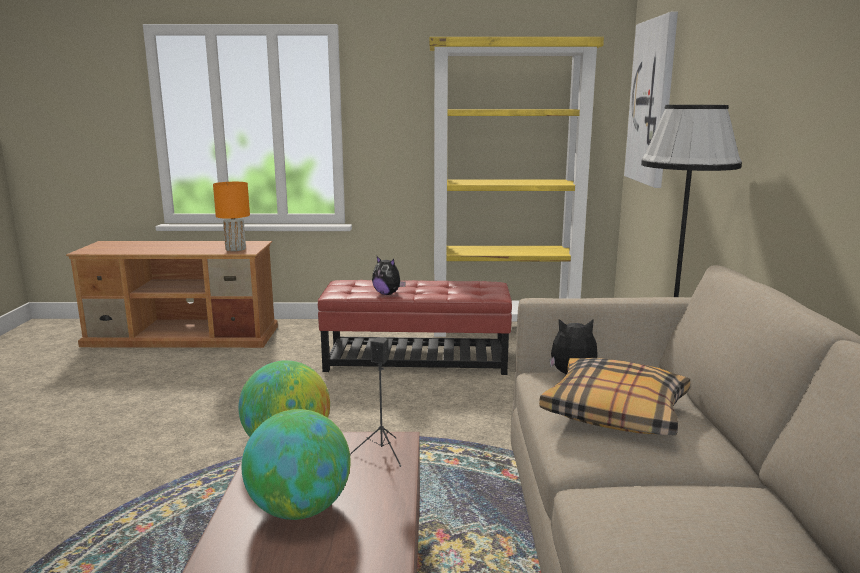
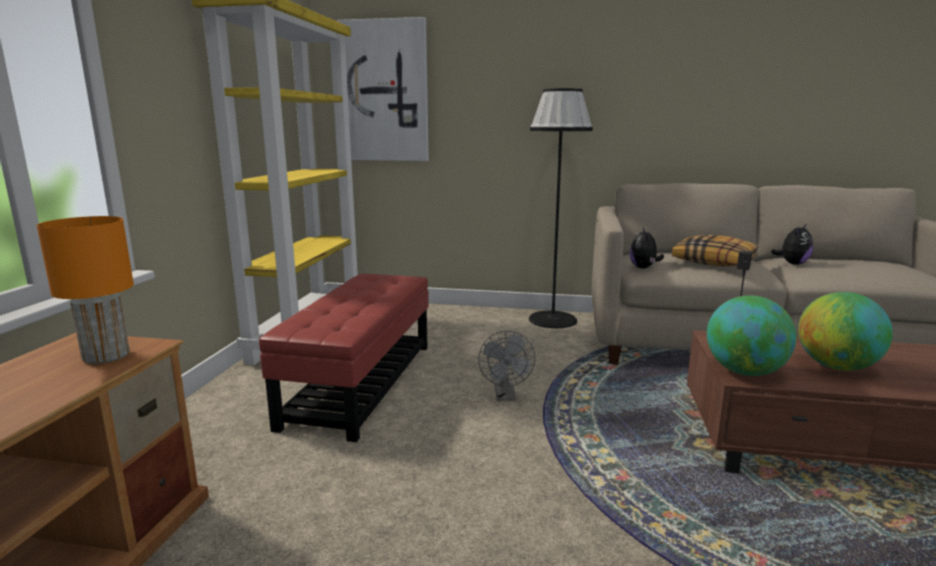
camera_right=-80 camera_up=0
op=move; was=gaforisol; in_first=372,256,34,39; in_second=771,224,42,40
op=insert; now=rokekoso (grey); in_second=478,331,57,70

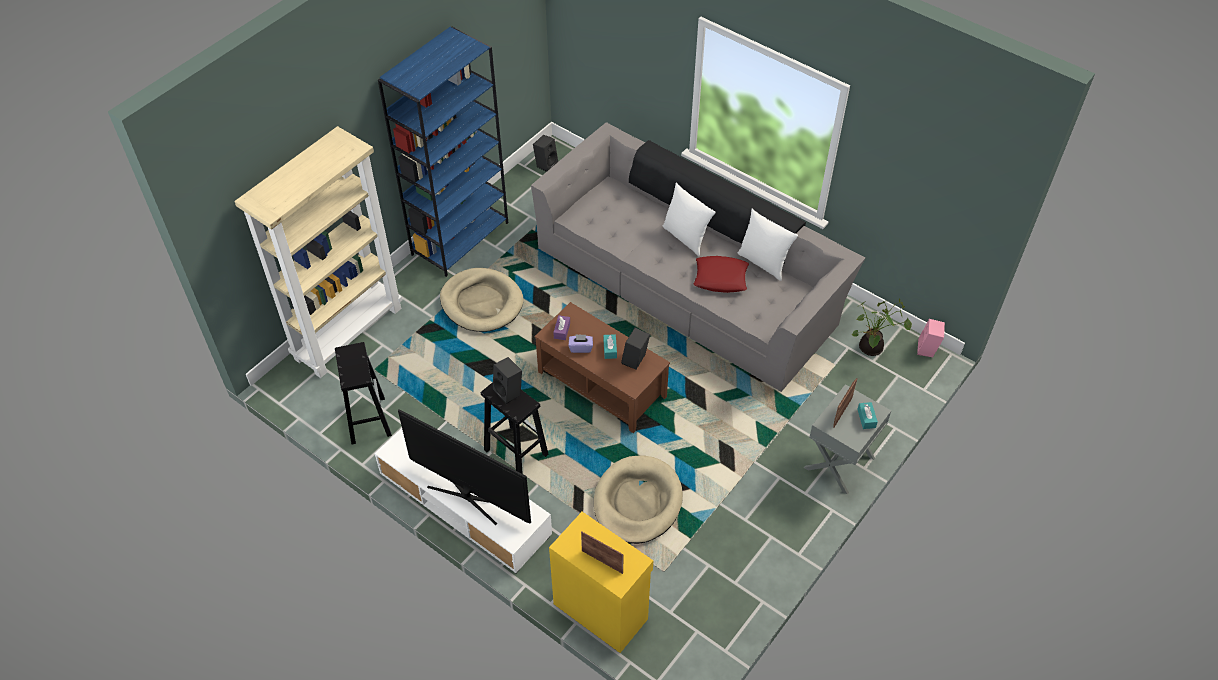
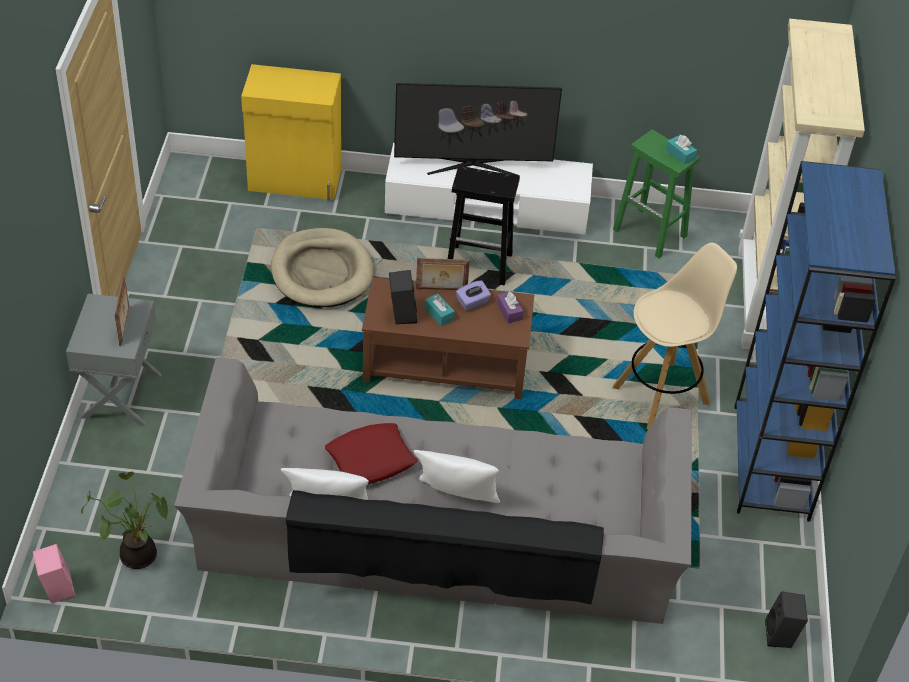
camera_right=145 camera_up=-5
op=recolor; was=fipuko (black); now=fipuko (green); in_first=335,342,57,102; in_second=613,130,87,128
op=replace; was=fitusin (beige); now=fipuko (beige); in_first=440,268,83,64; in_second=613,242,124,187
op=delete; was=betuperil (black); in_first=493,357,29,47
op=move; was=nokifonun; in_first=581,531,43,43; in_second=416,258,54,32
op=move; was=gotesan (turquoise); in_first=857,402,21,27; in_second=666,135,31,30

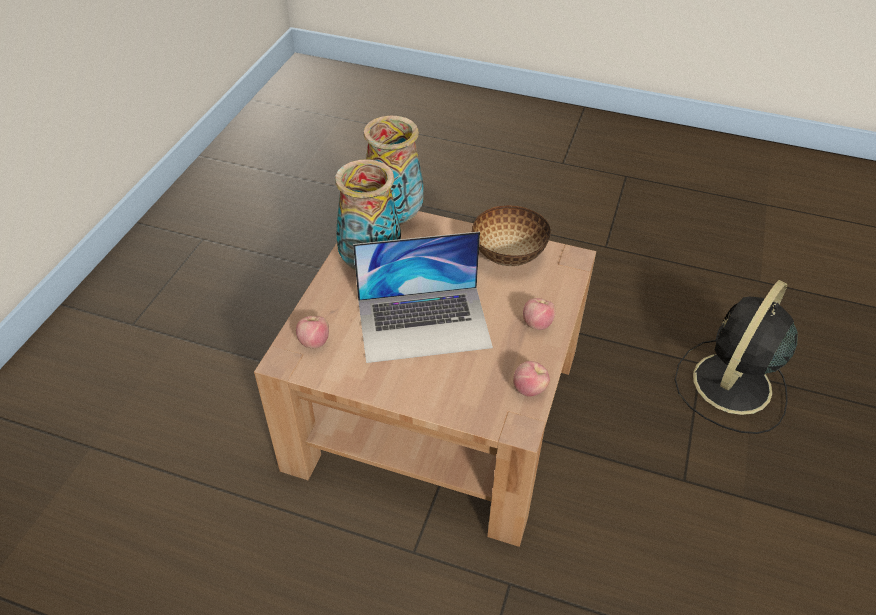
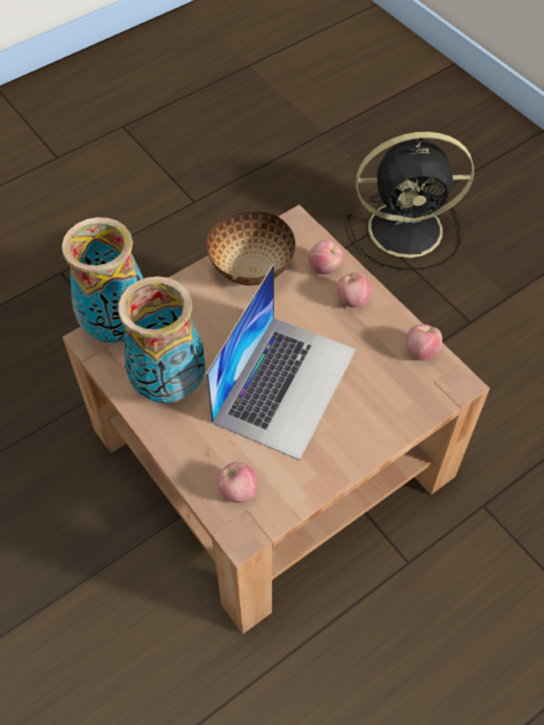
camera_right=-55 camera_up=10
op=rotate; was=rokekoso (black); in_first=674,280,124,154; in_second=347,132,127,138; clockwise=-75
op=insert; now=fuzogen; in_second=308,240,35,34

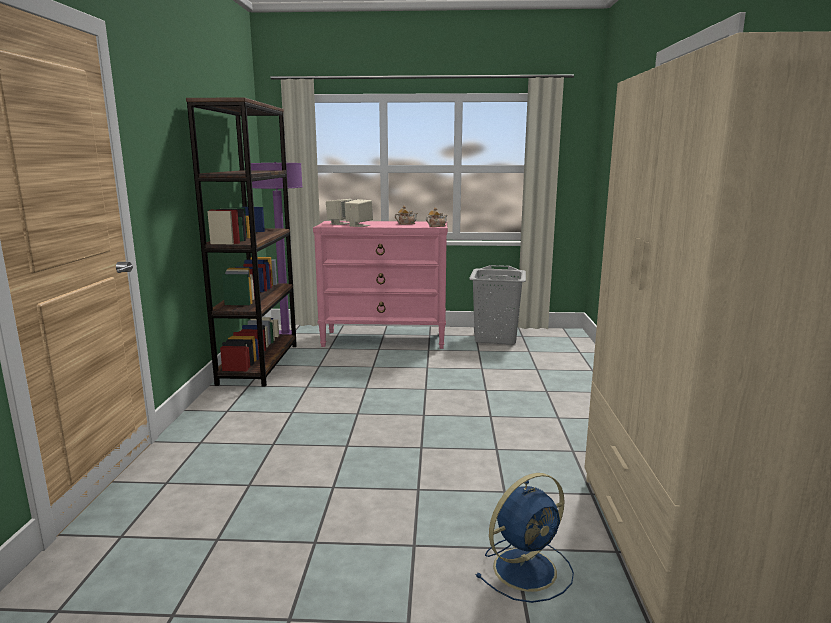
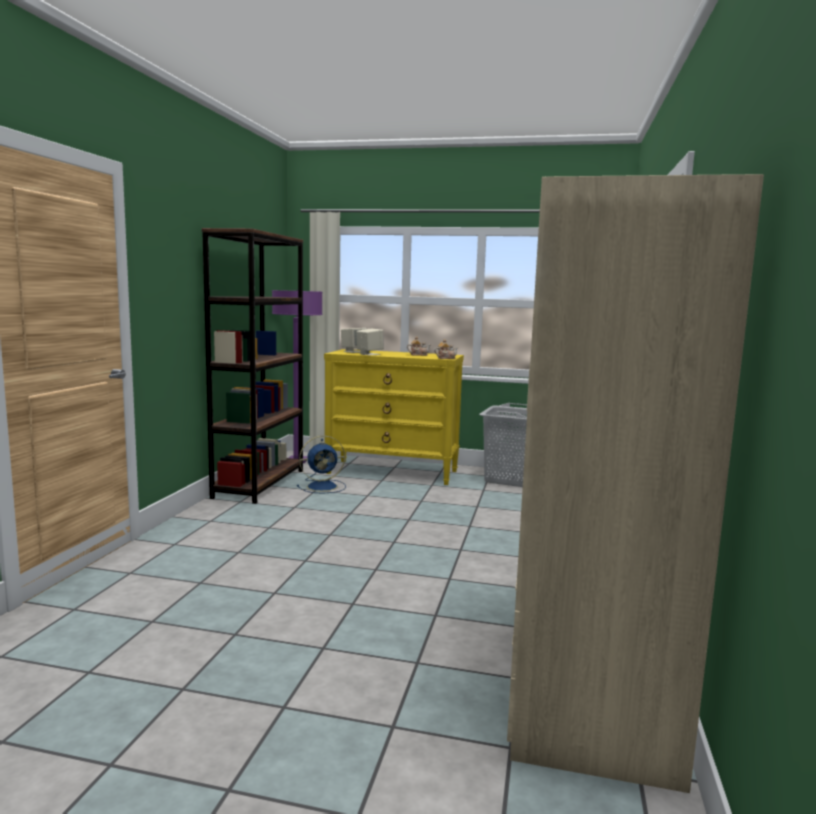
camera_right=10 camera_up=-5
op=recolor; was=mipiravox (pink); now=mipiravox (yellow); in_first=313,221,135,128; in_second=324,349,140,136
op=move; was=rokekoso (blue); in_first=476,473,98,130; in_second=297,436,49,57

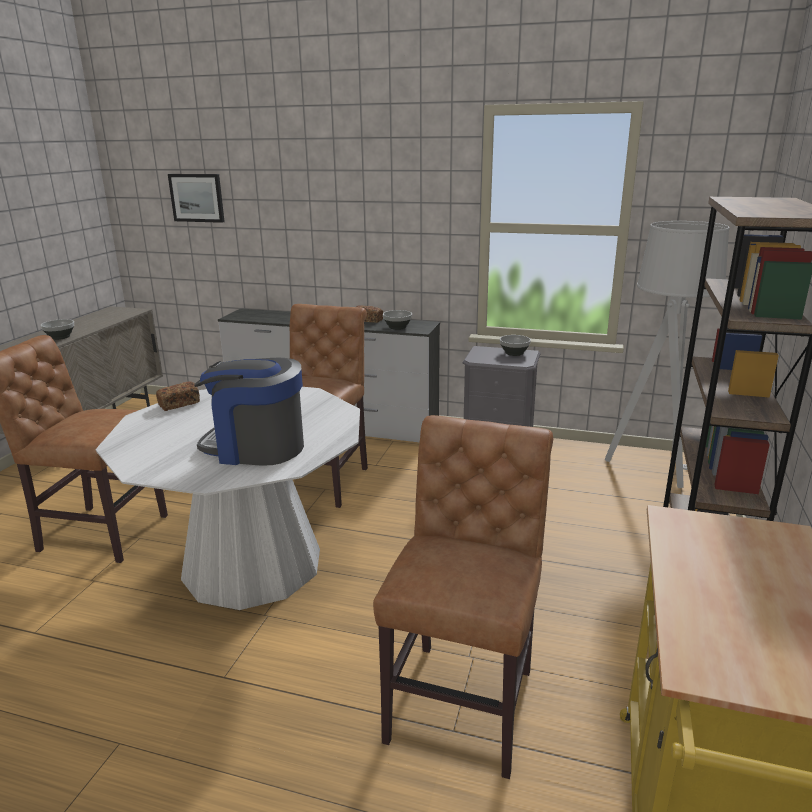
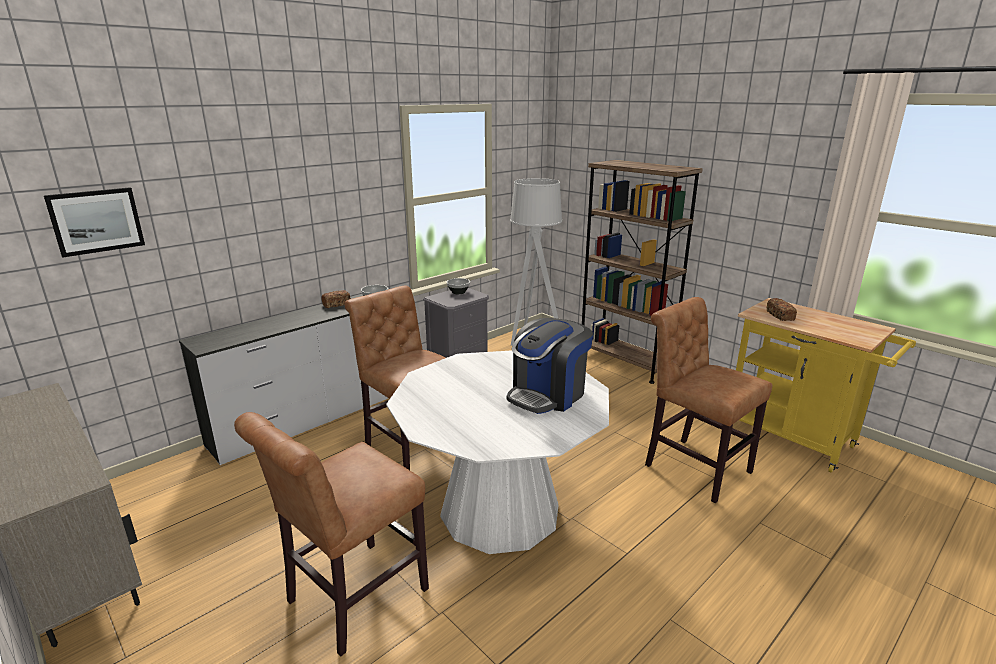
camera_right=-60 camera_up=0
op=delete; was=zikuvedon; in_first=40,319,34,21
op=move; was=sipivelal; in_first=156,381,44,30; in_second=766,298,31,23

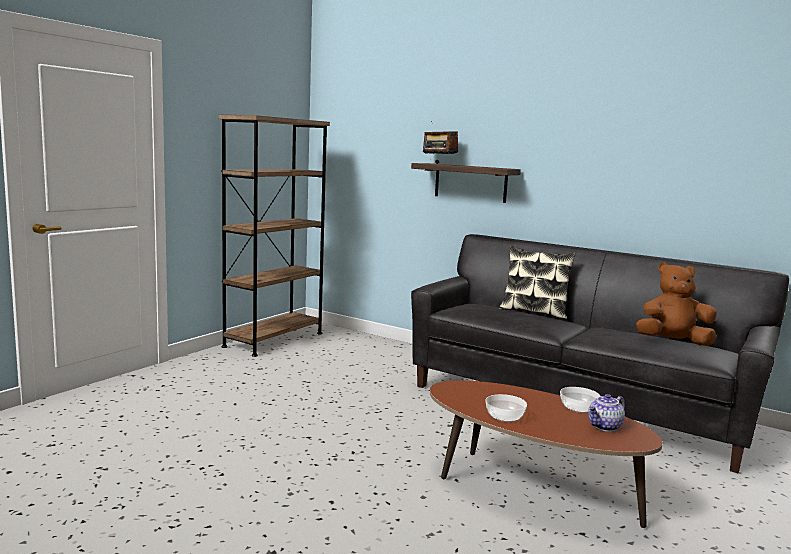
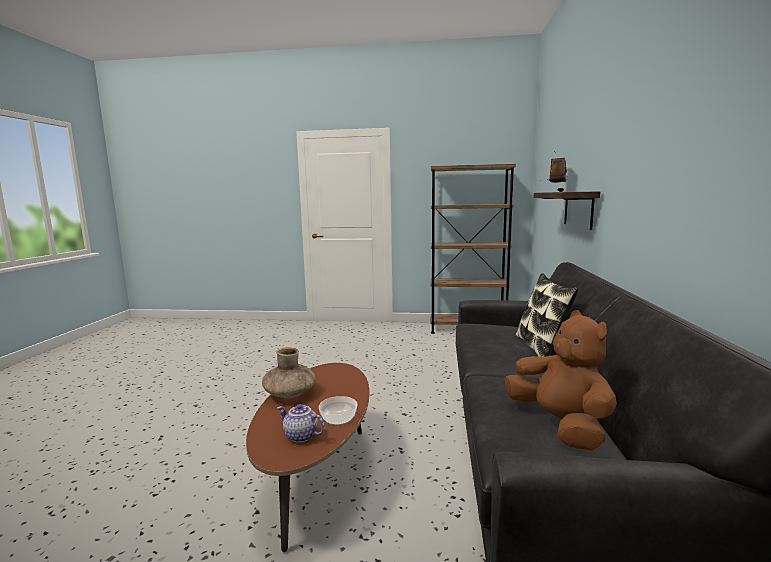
camera_right=65 camera_up=0
op=replace; was=zikuvedon; now=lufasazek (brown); in_first=485,394,42,28; in_second=262,347,54,51

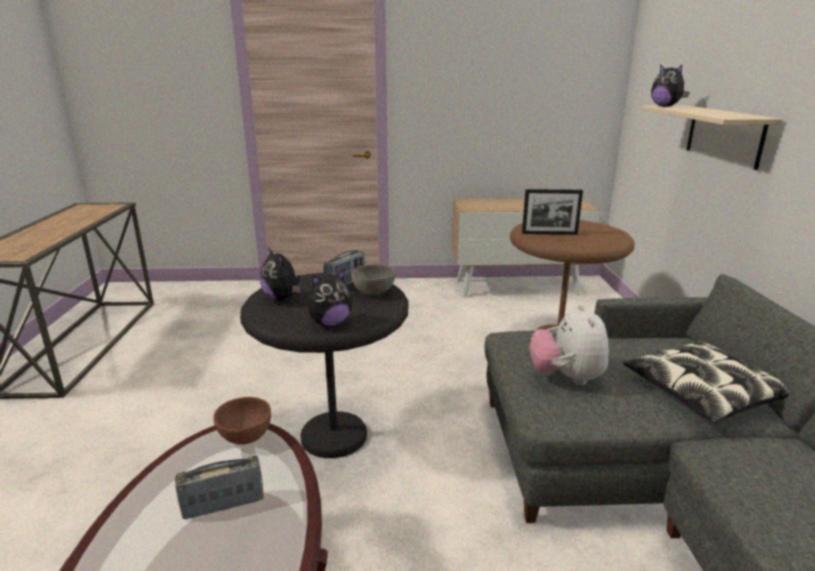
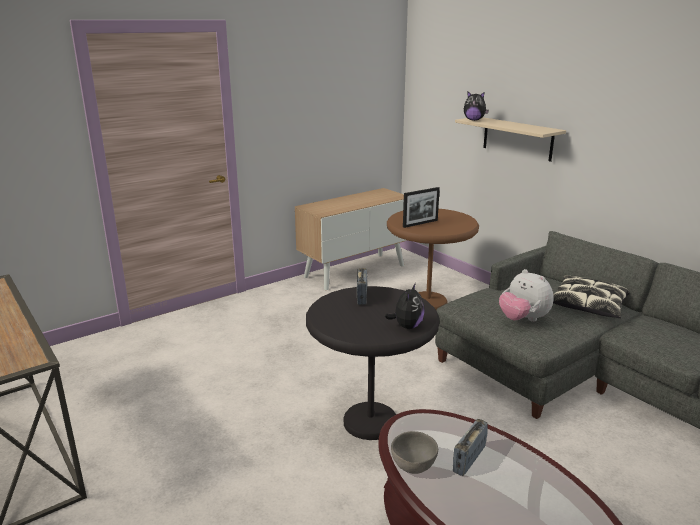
camera_right=-35 camera_up=0
op=delete; was=zikuvedon (brown); in_first=213,397,58,48
op=delete; was=gaforisol; in_first=260,247,40,54
op=move; was=zikuvedon (grey); in_first=351,264,44,31; in_second=391,431,47,43

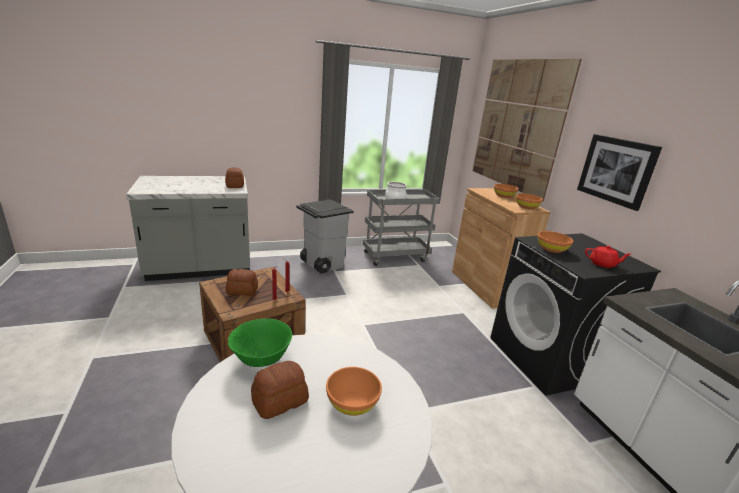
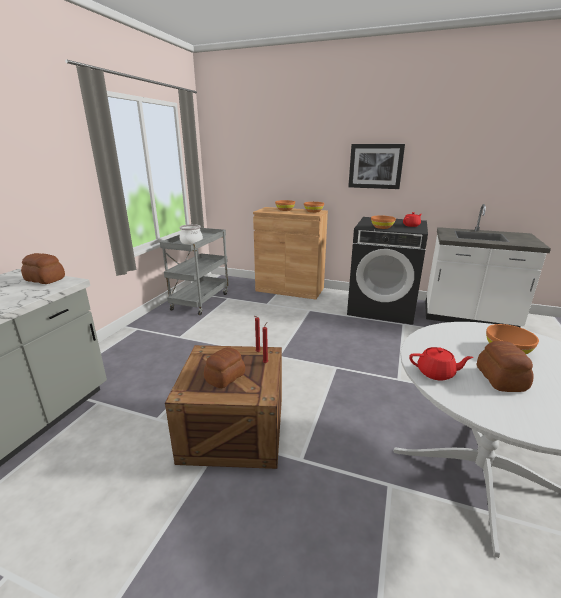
camera_right=-50 camera_up=0
op=replace; was=zikuvedon (green); now=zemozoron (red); in_first=228,318,64,49; in_second=409,347,64,34
op=delete; was=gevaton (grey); in_first=296,200,57,74
op=delete; was=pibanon; in_first=473,59,109,142

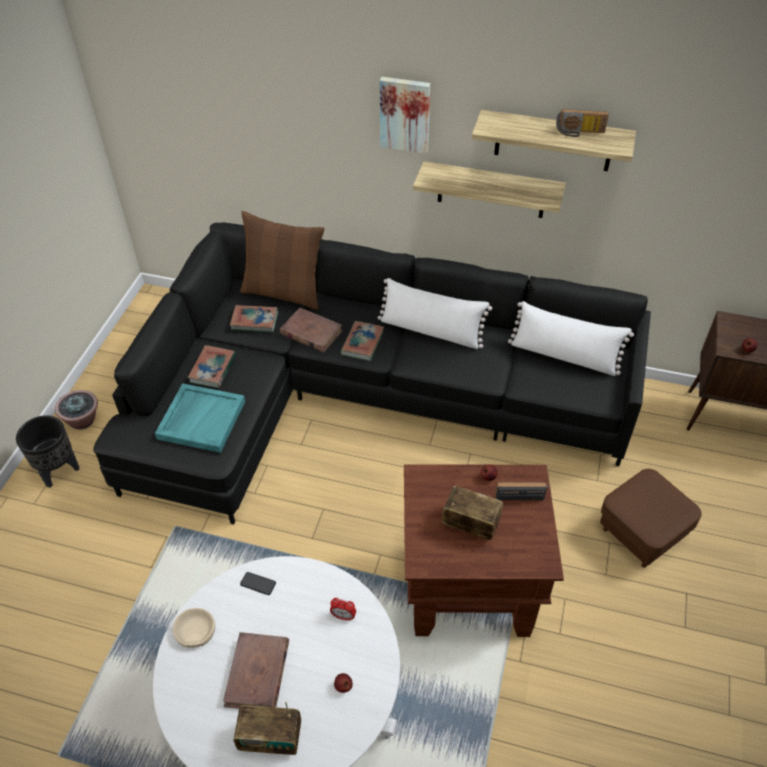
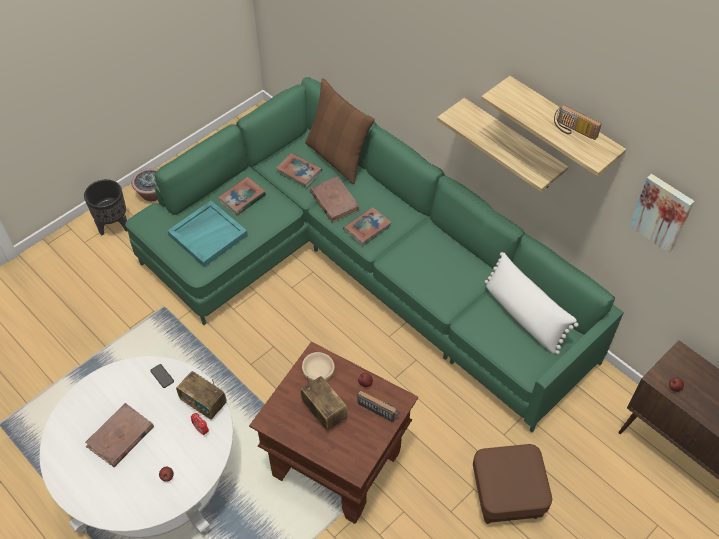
camera_right=30 camera_up=5
op=recolor; was=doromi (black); now=doromi (green); in_first=93,222,558,302; in_second=125,77,499,355
op=move; was=zikuvedon (beige); in_first=173,608,42,40; in_second=302,352,33,29
op=move; was=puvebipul; in_first=234,701,67,54; in_second=176,371,51,49
op=delete; was=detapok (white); in_first=378,278,114,71
op=move; was=pibanon; in_first=380,77,51,77; in_second=629,174,65,79

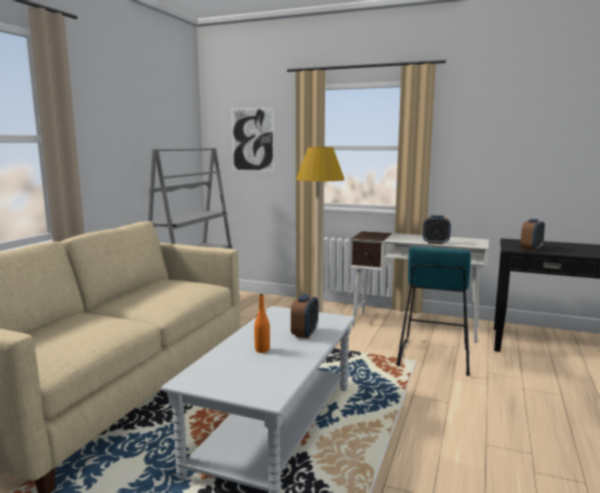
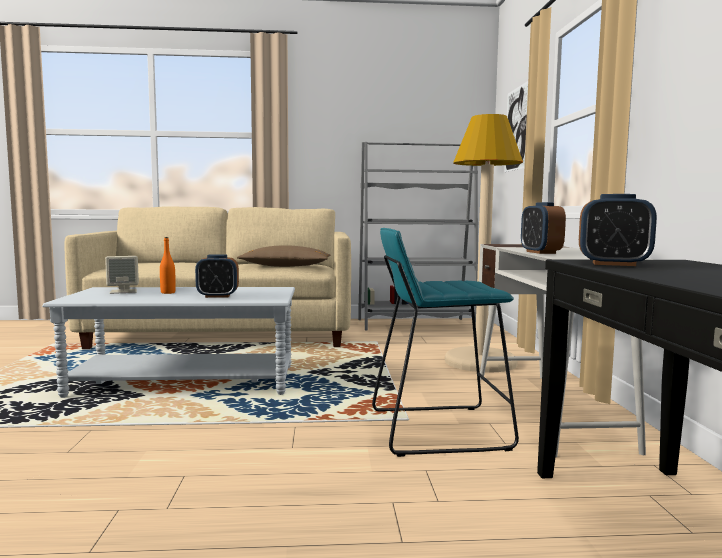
camera_right=65 camera_up=-5
op=insert; now=betuperil (beige); in_second=105,256,34,38
op=insert; now=detapok (brown); in_second=237,245,93,22

